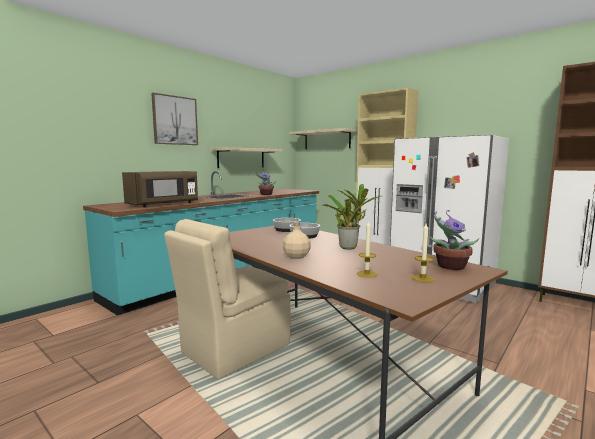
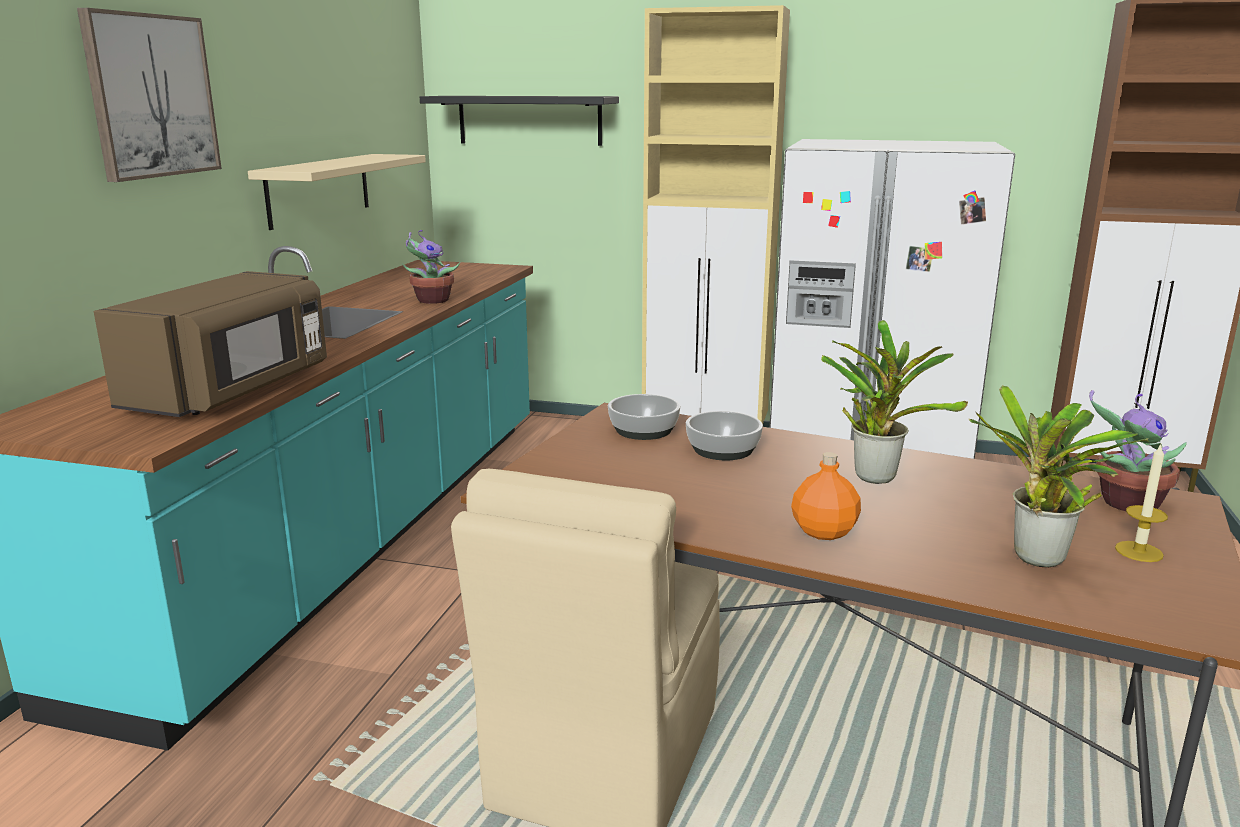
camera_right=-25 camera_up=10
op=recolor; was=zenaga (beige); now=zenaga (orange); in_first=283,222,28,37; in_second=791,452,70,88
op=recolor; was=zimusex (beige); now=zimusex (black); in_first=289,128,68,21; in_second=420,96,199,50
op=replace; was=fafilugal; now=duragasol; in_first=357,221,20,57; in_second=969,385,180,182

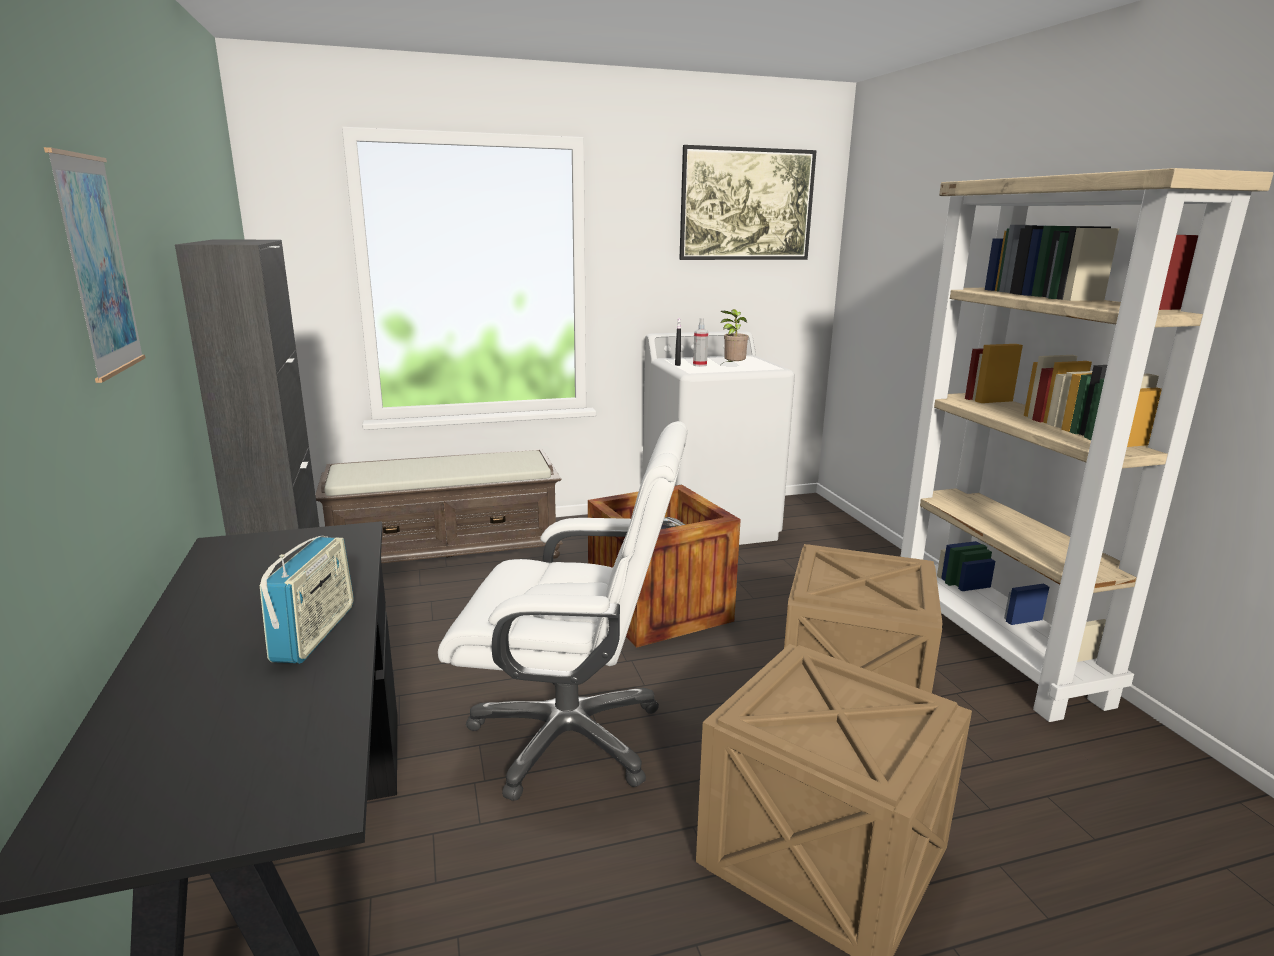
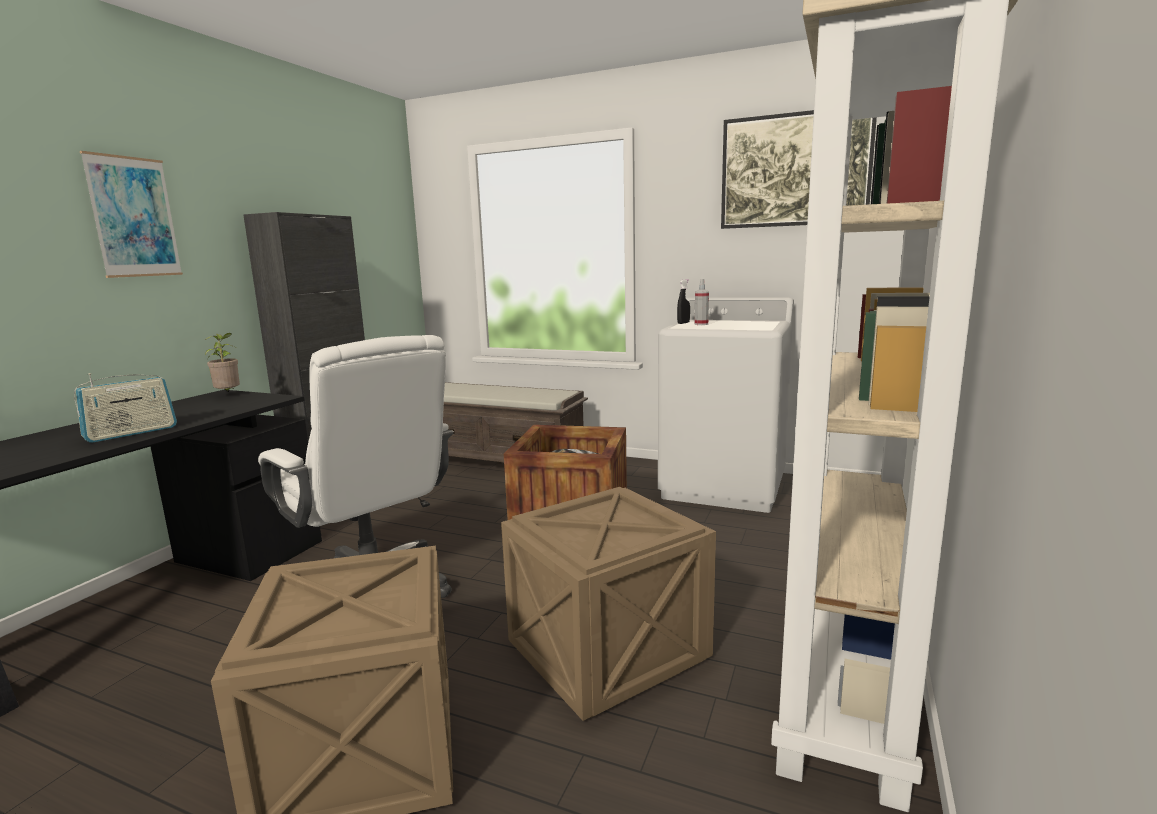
camera_right=40 camera_up=-5
op=move; was=duragasol; in_first=721,309,28,55; in_second=205,333,35,59

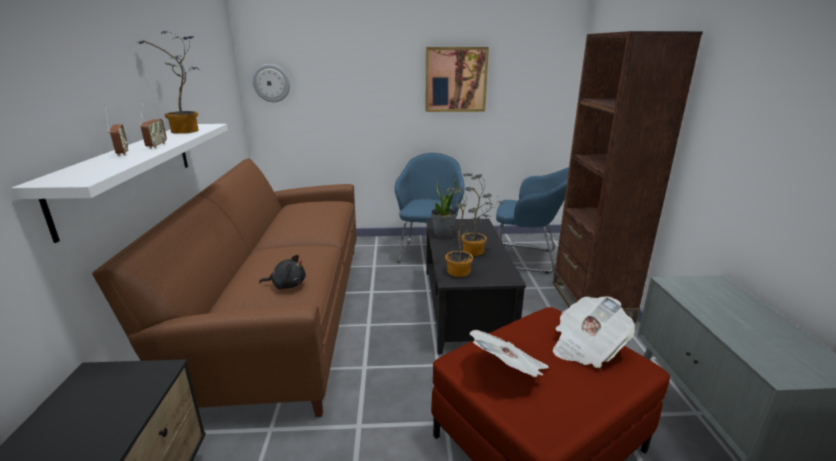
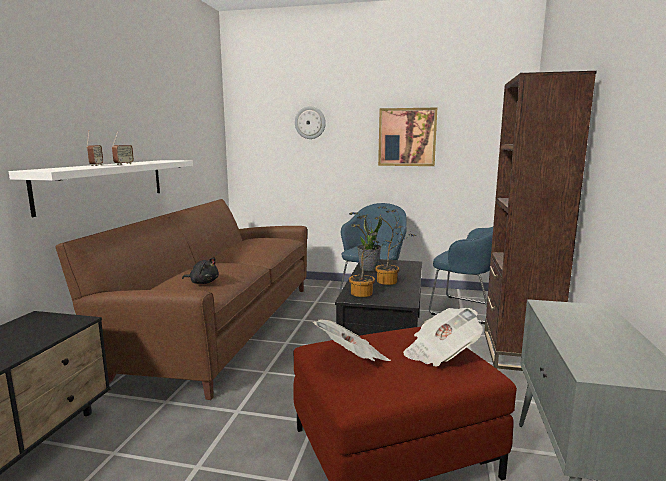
camera_right=15 camera_up=-10
op=delete; was=duragasol; in_first=137,31,63,103
op=move; was=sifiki; in_first=253,64,37,38; in_second=295,106,31,33

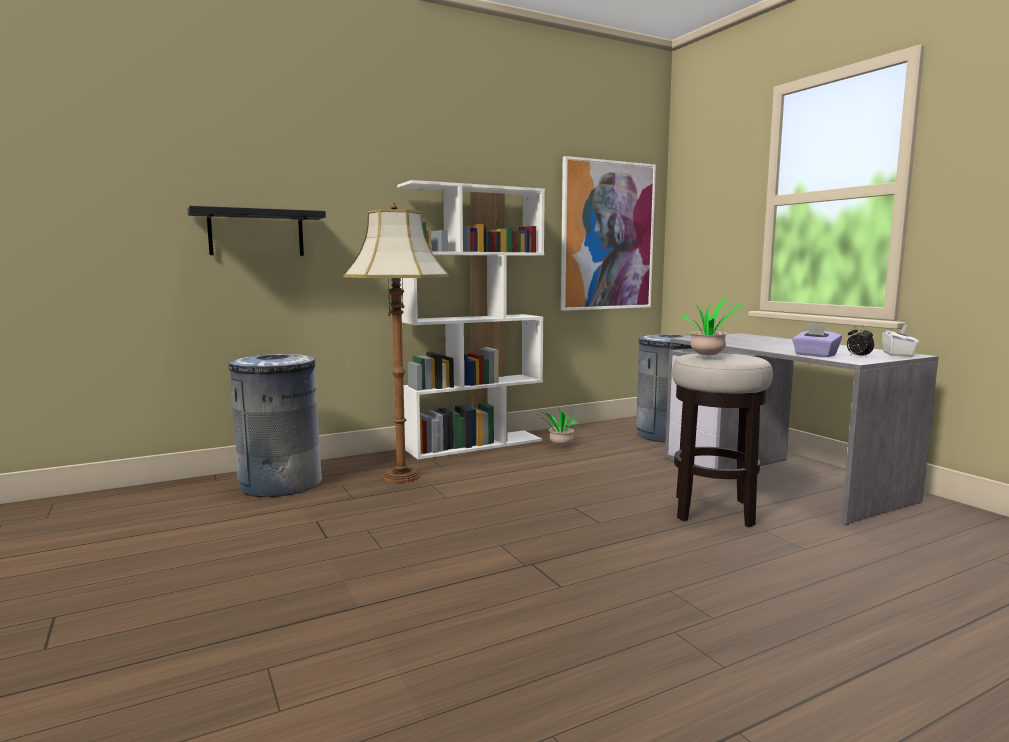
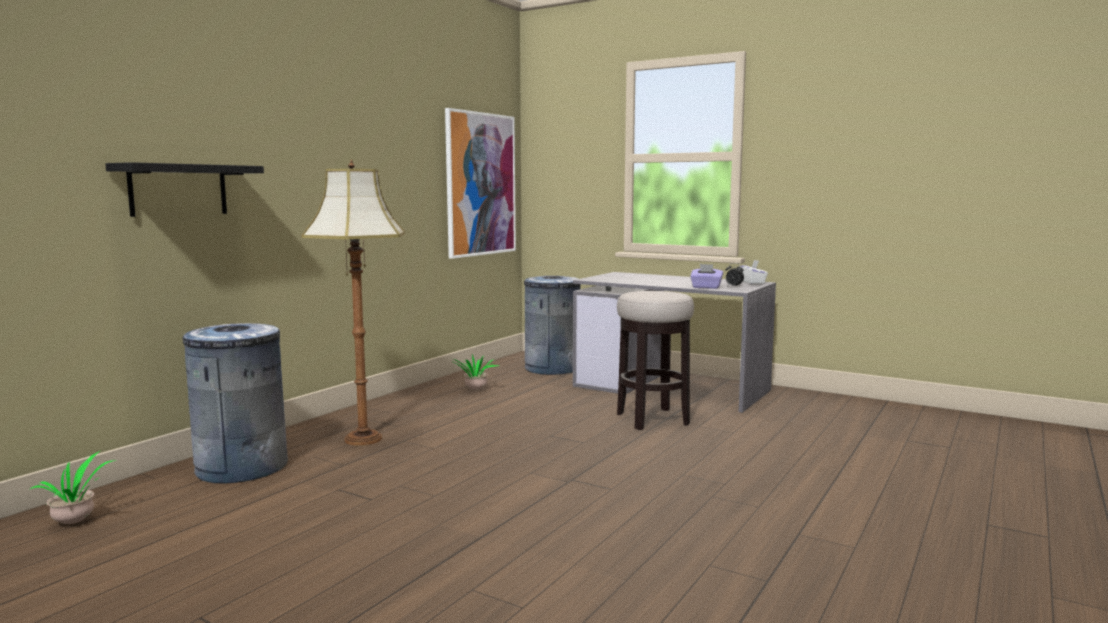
camera_right=-30 camera_up=0
op=delete; was=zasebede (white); in_first=397,180,148,279
op=move; was=duragasol; in_first=681,298,69,58; in_second=30,450,87,74

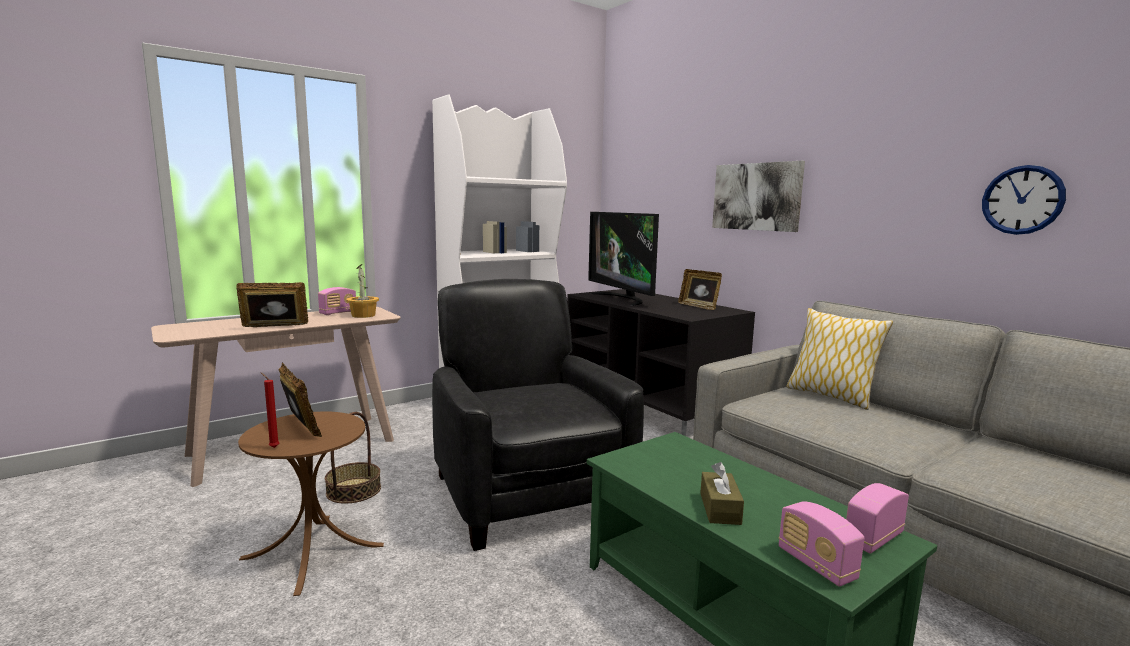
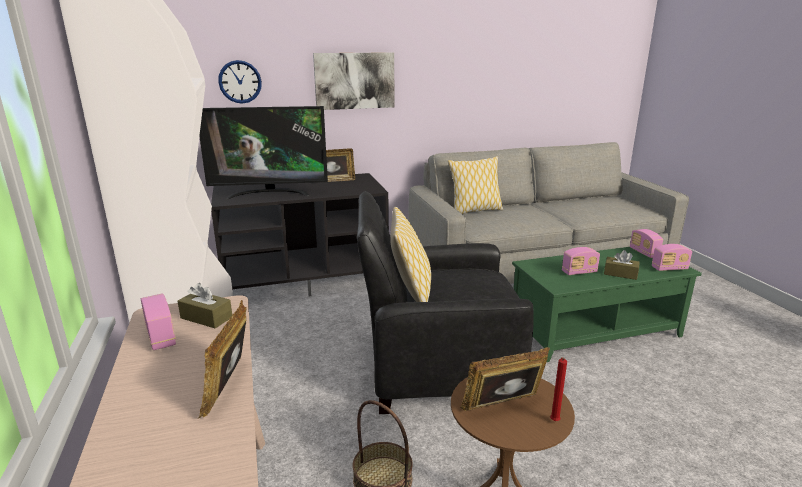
camera_right=-70 camera_up=10
op=replace; was=duragasol; now=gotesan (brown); in_first=346,264,33,54; in_second=178,283,54,45
op=move; was=sifiki; in_first=982,165,84,70; in_second=218,60,44,44
op=insert; now=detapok; in_second=390,207,41,95
op=insert; now=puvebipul; in_second=562,247,38,28

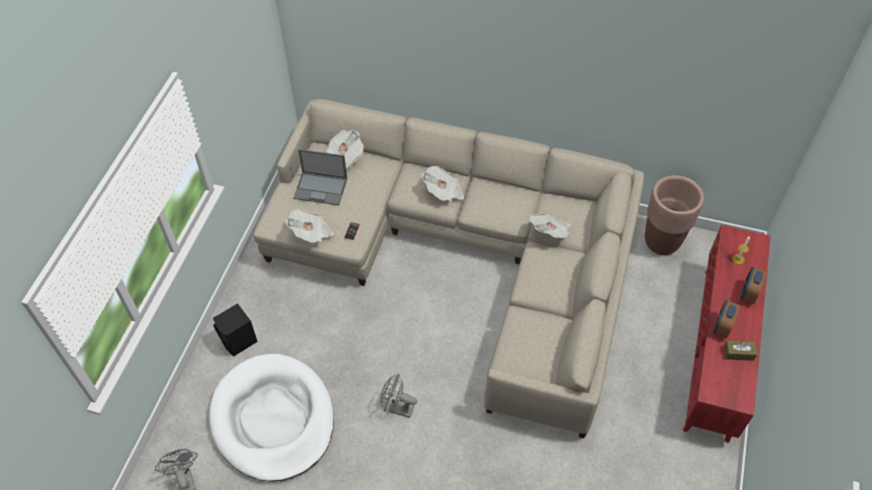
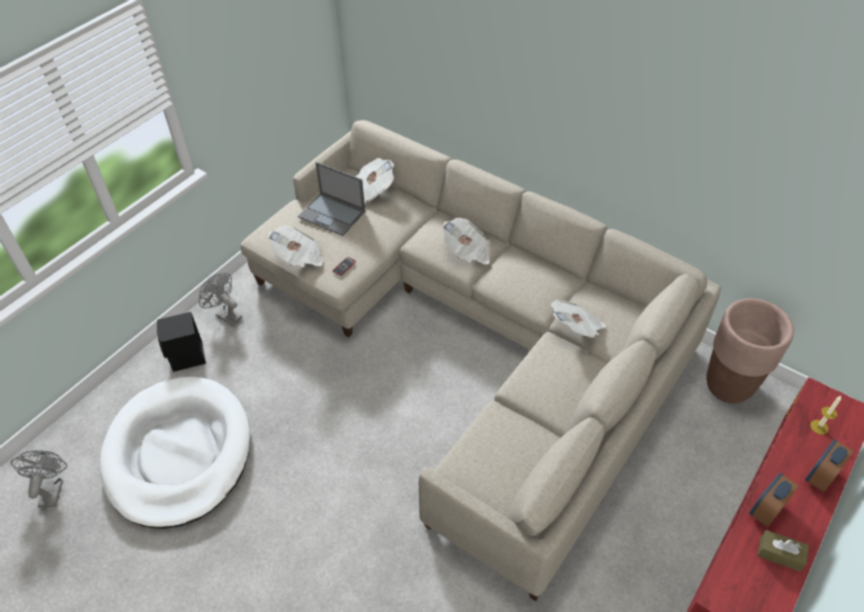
camera_right=20 camera_up=-5
op=move; was=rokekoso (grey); in_first=380,374,37,44; in_second=199,273,43,53

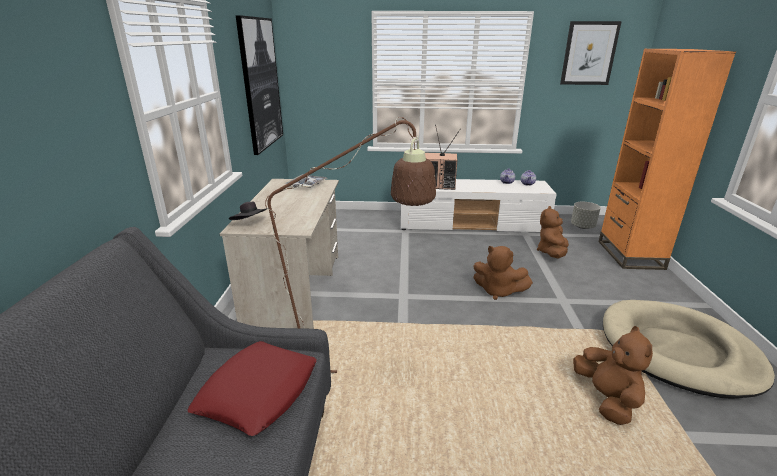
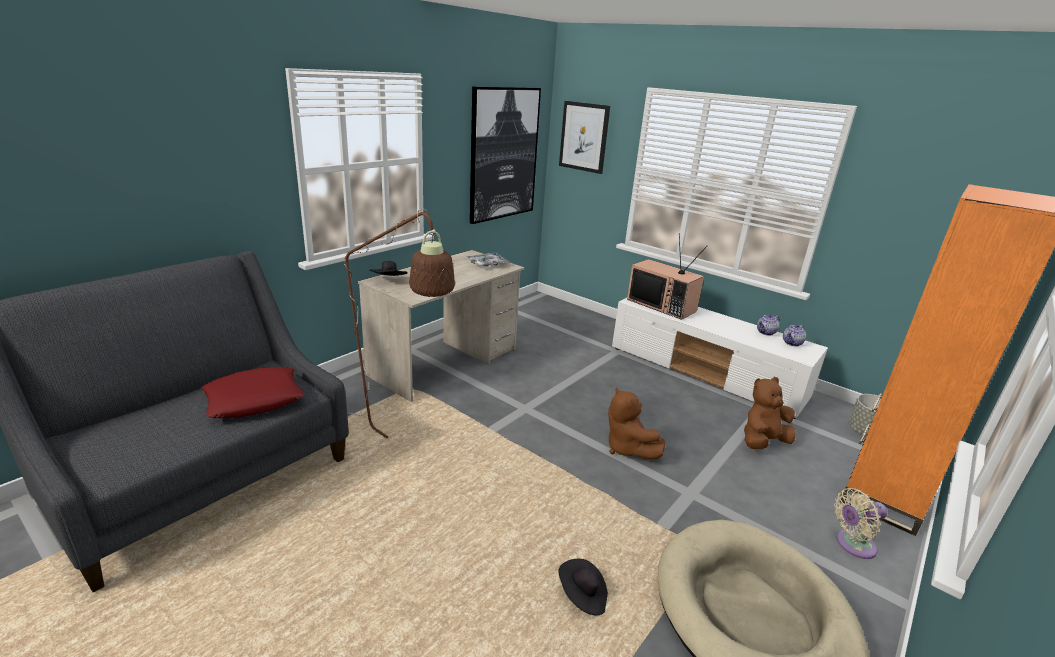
camera_right=35 camera_up=0
op=move; was=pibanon; in_first=560,21,62,64; in_second=559,101,51,73
op=replace; was=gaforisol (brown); now=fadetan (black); in_first=573,326,80,99; in_second=559,559,49,57
op=insert; now=rokekoso (beige); in_second=834,488,53,71

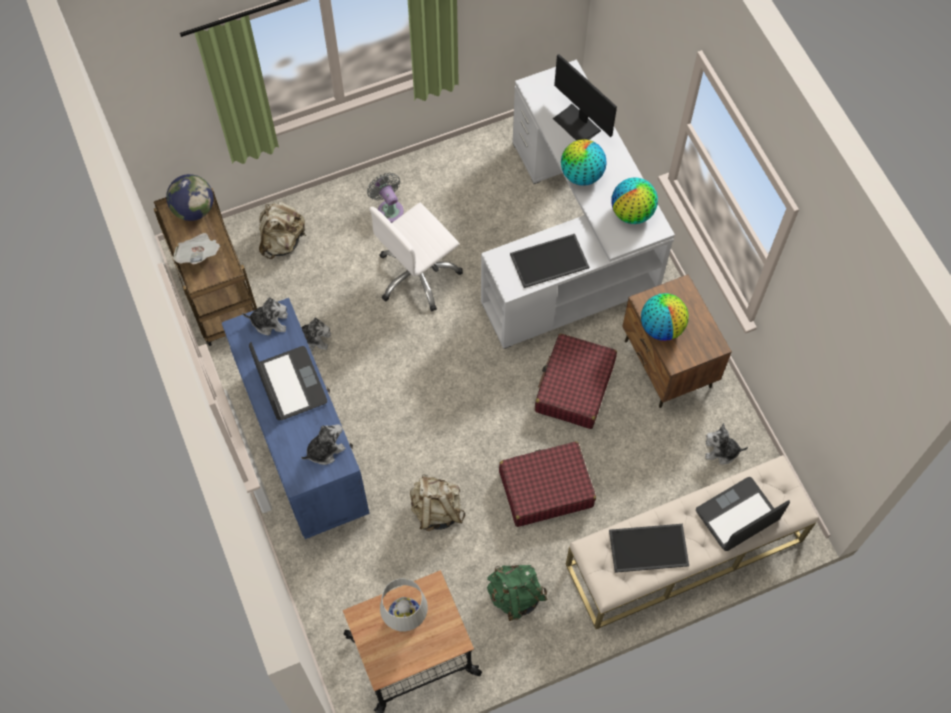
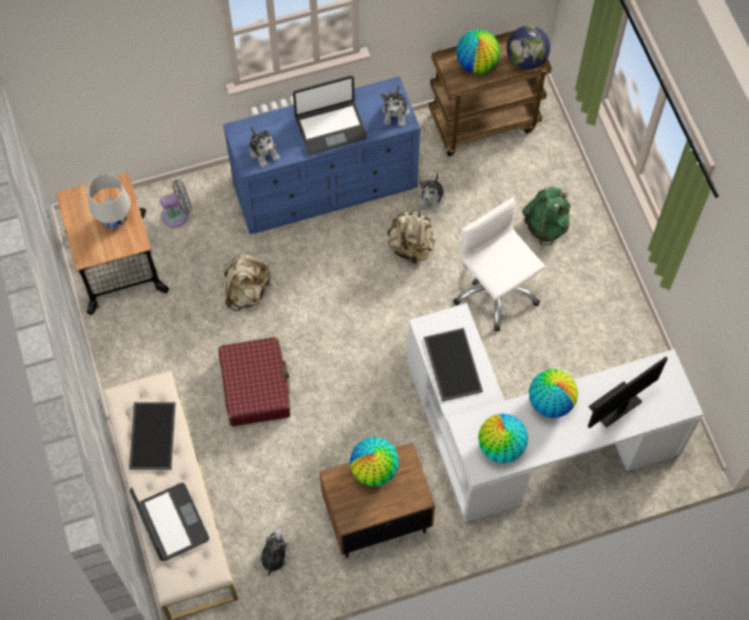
camera_right=95 camera_up=0
op=replace; was=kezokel; now=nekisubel; in_first=173,233,48,31; in_second=456,30,44,44
op=move; was=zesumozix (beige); in_first=259,201,47,58; in_second=387,210,48,53
op=move; was=rokekoso (grey); in_first=367,173,37,50; in_second=160,180,32,48
op=move; was=zesumozix (green); in_first=487,565,61,56; in_second=522,187,48,58
op=delete; was=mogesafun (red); in_first=535,334,82,95

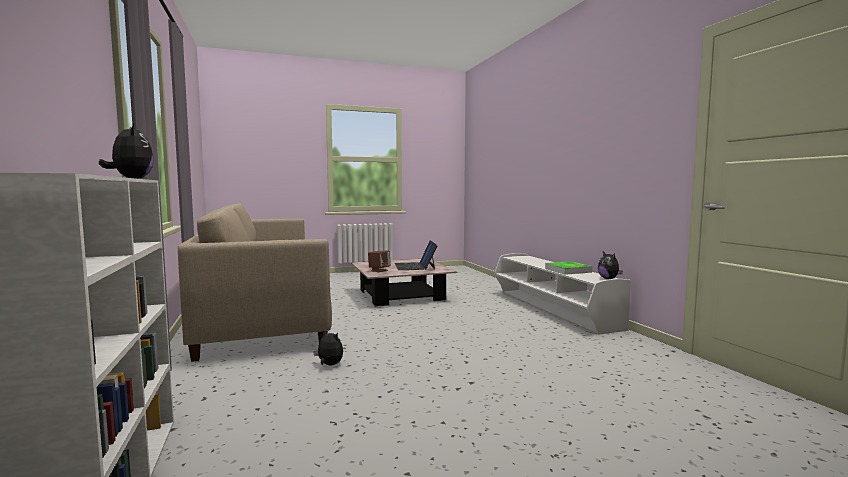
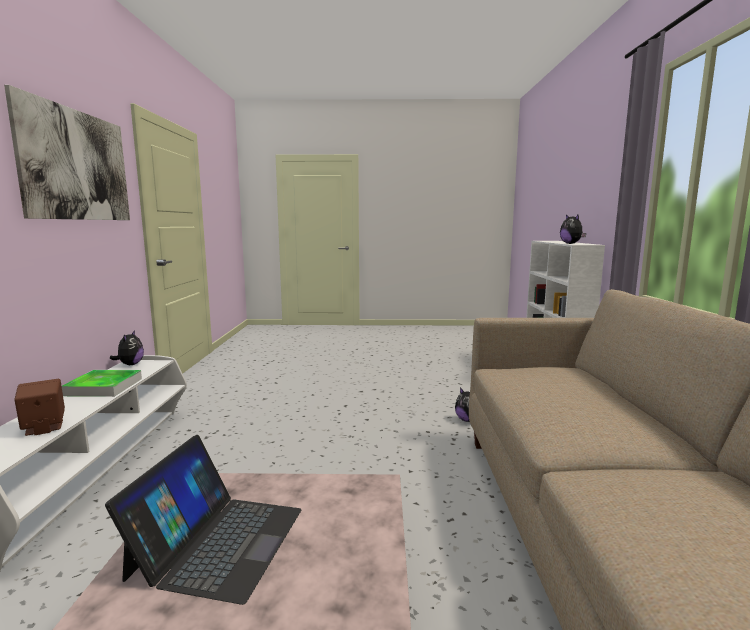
camera_right=-160 camera_up=5
op=move; was=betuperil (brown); in_first=368,251,23,21; in_second=15,379,50,57
op=insert; now=pibanon; in_second=4,85,126,135

